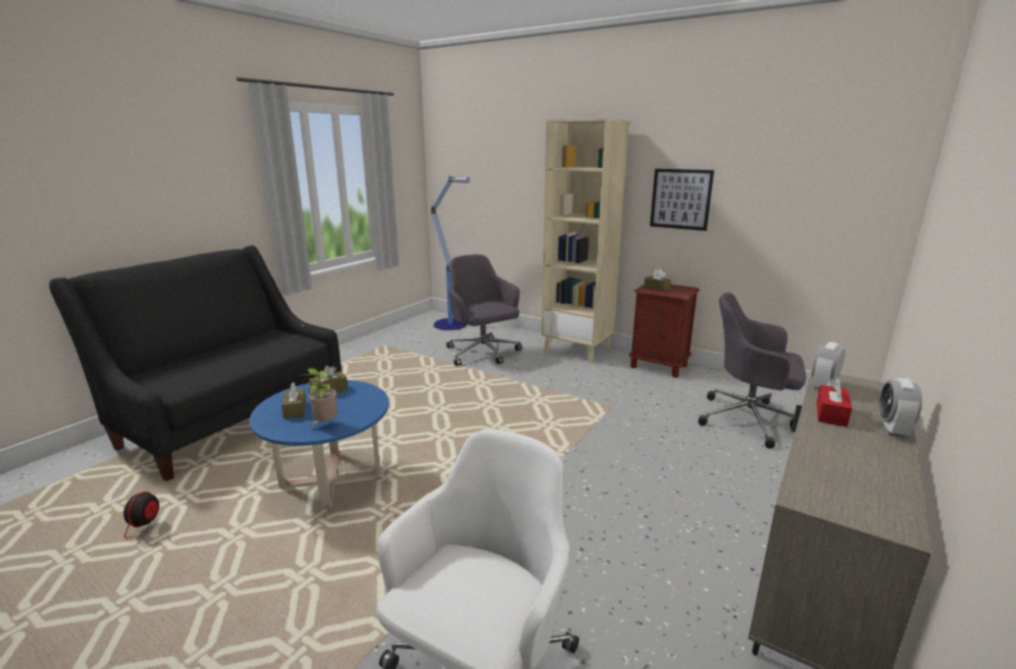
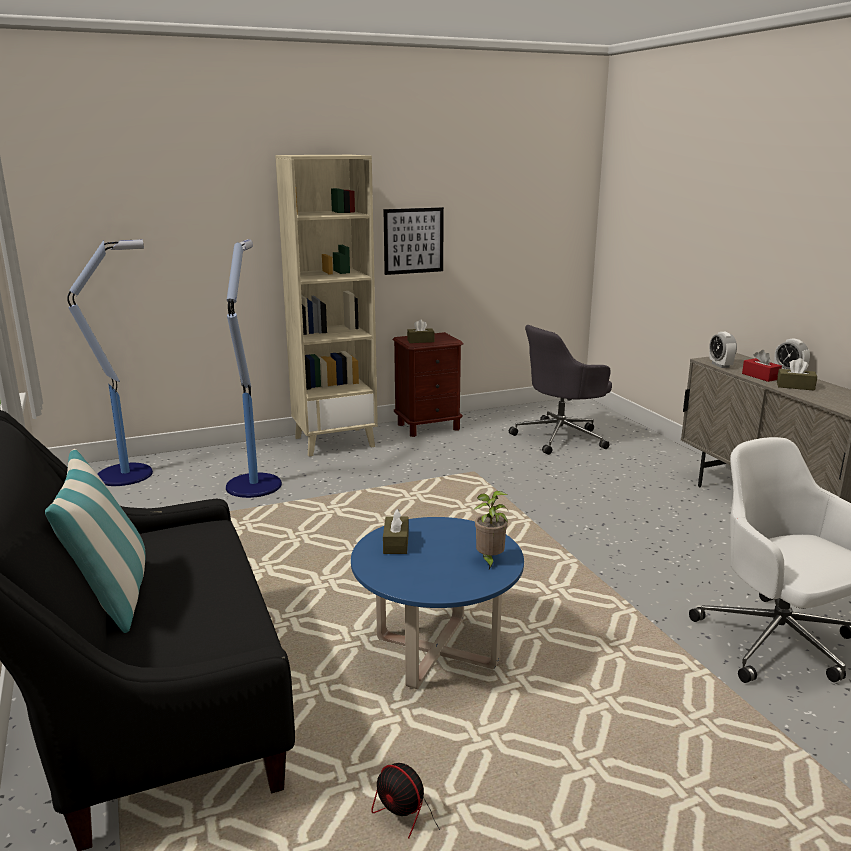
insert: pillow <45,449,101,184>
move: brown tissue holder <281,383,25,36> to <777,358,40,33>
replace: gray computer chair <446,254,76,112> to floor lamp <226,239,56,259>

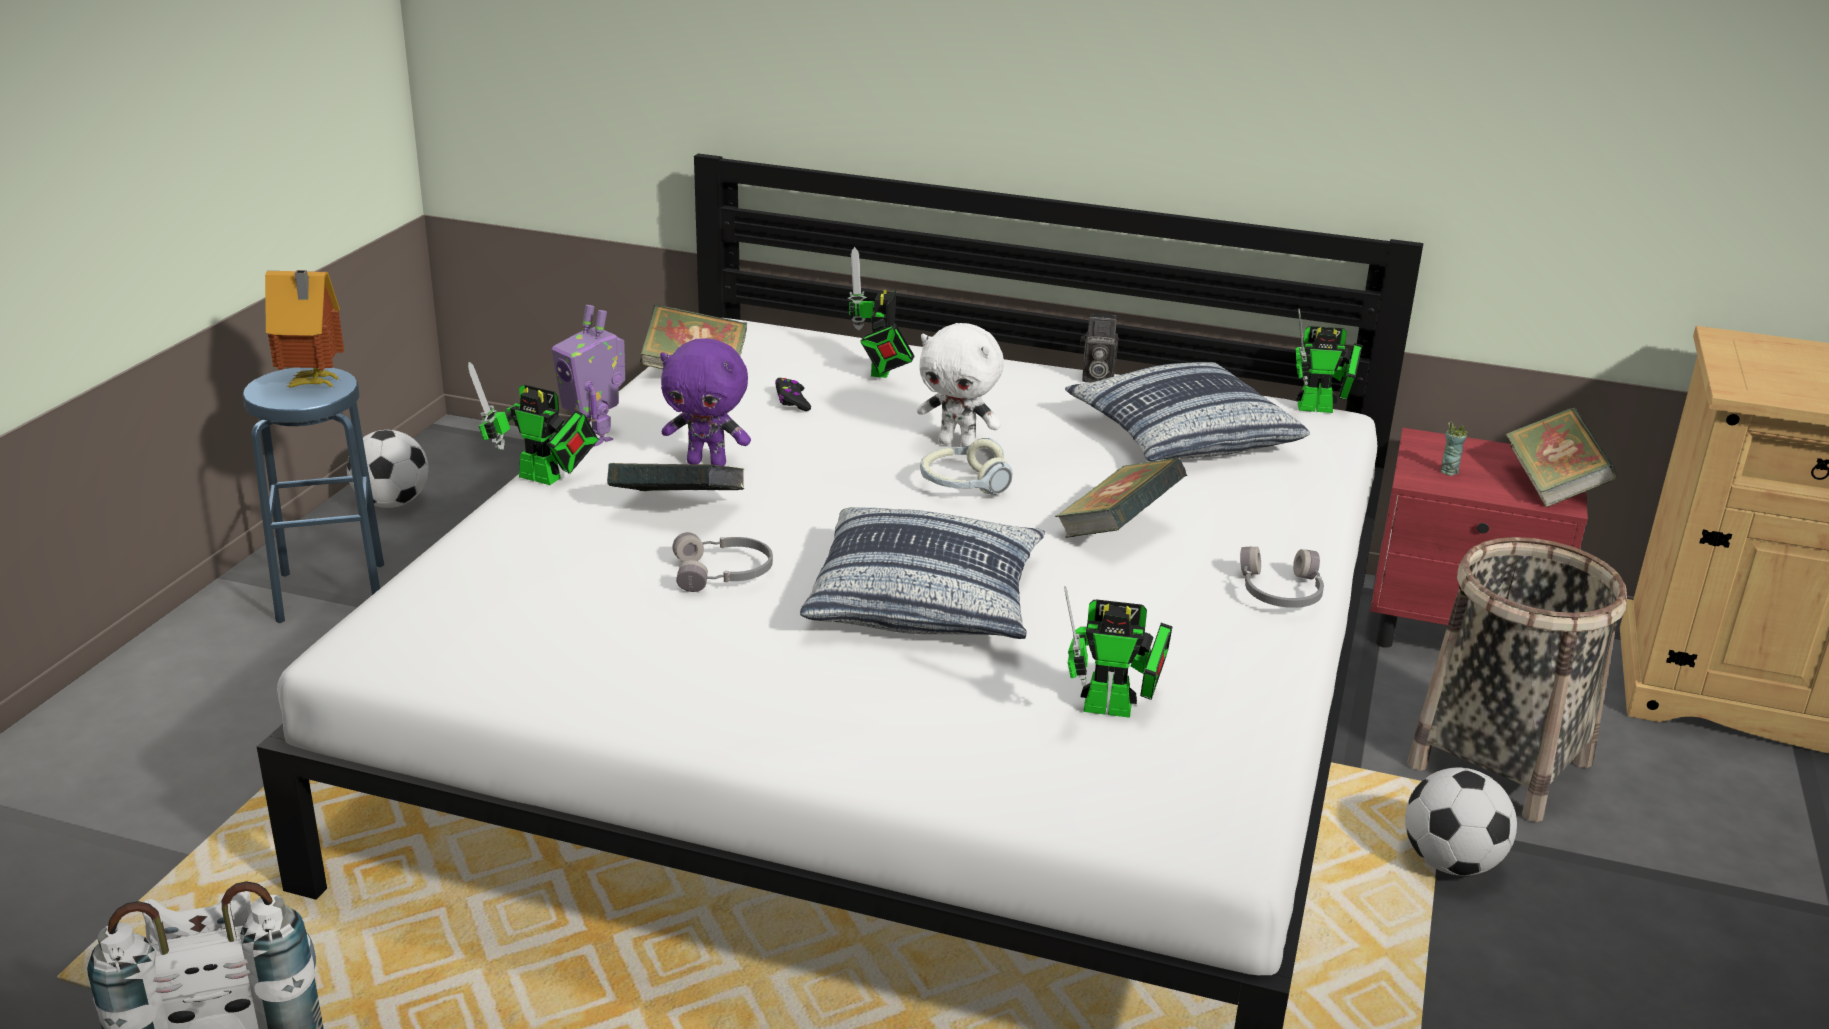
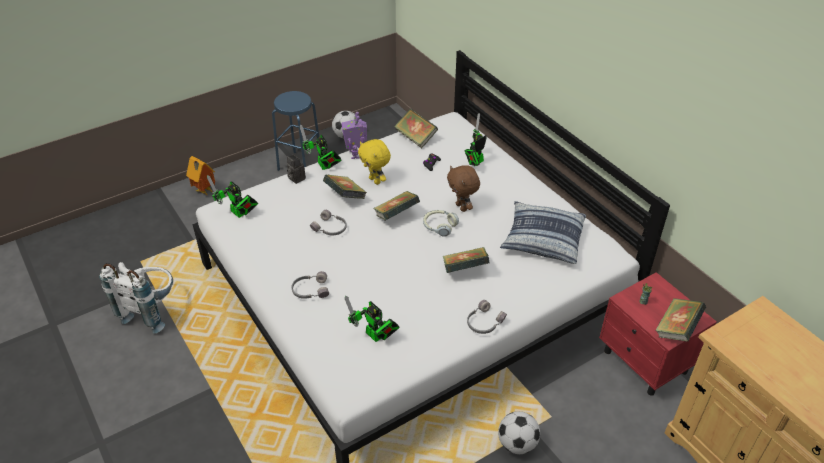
delete: pillow <800,507,245,132>; household basket <1407,537,220,285>
insert: volume <373,191,47,30>; gray headset <291,271,38,28>
move: miniature house <265,270,79,118> to <186,156,29,40>; robot figure <1296,308,67,105> to <207,175,51,43>; photo camera <1080,313,39,70> to <287,154,19,30>
recolor: whitish cuddly toy <917,323,87,124> to brown cuddly toy <447,165,33,47>; purple cuddly toy <660,338,91,128> to yellow cuddly toy <358,139,33,46>

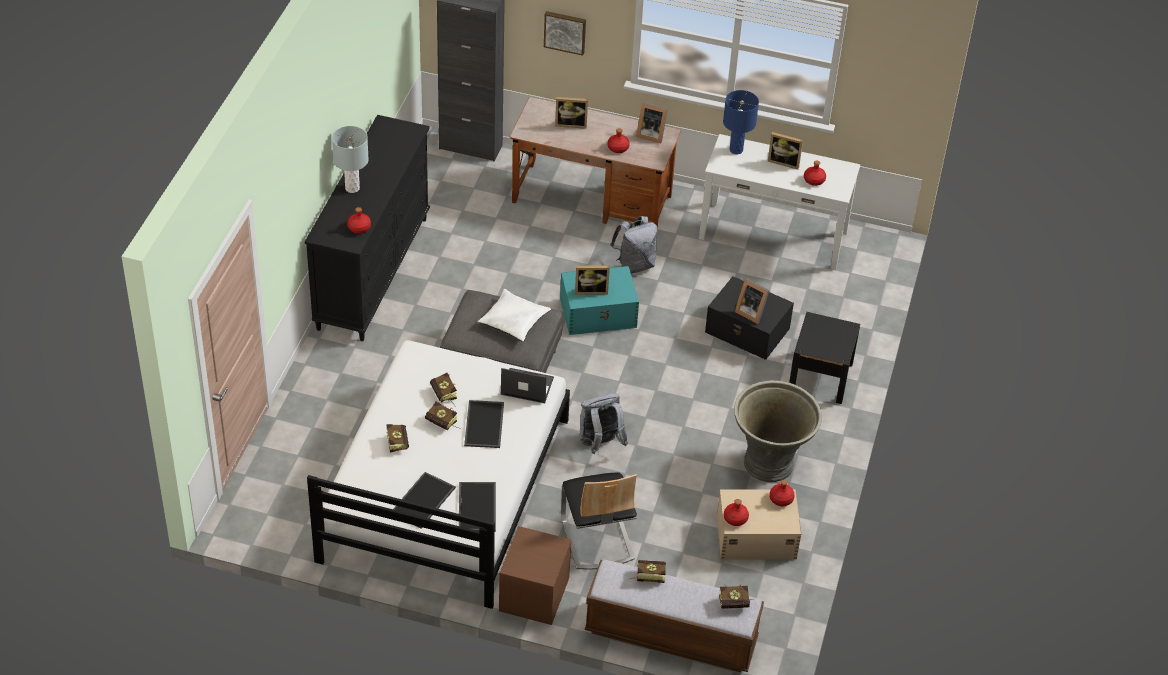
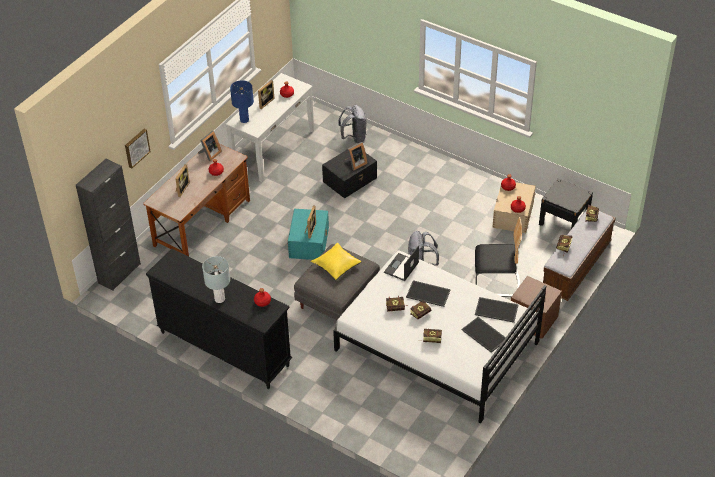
delete: gray planter <734,380,88,102>
move: gray rucksack <610,216,48,58> to <338,105,28,38>; black-coloured night table <789,312,71,92> to <539,178,54,51>
recolor: whitish pillow <478,289,73,53> to yellow pillow <311,242,51,38>

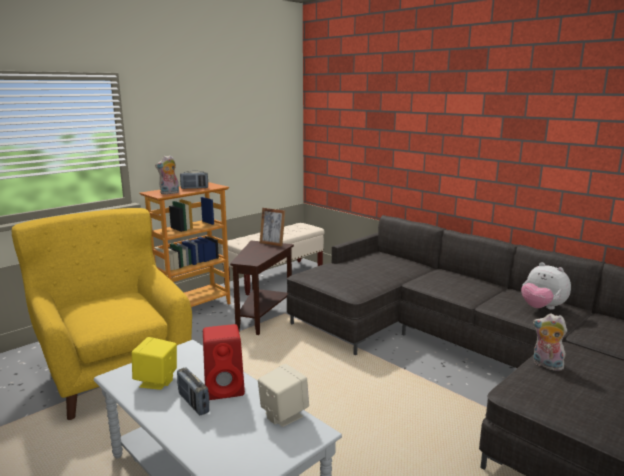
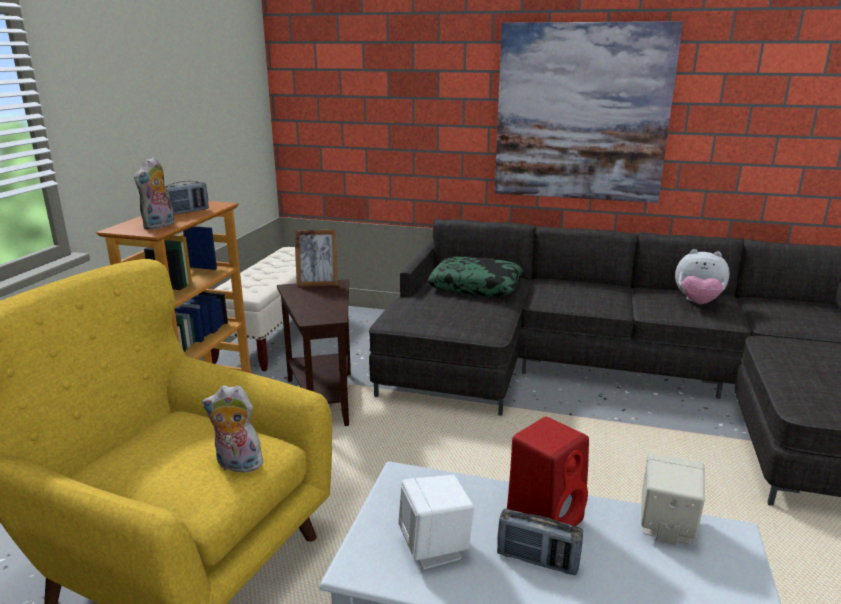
insert: wall art <495,21,188,182>; pillow <428,256,96,40>
move: cuddly toy <533,313,34,58> to <202,385,61,88>
recolor: yellow speaker <132,337,45,53> to whitish speaker <398,475,76,94>

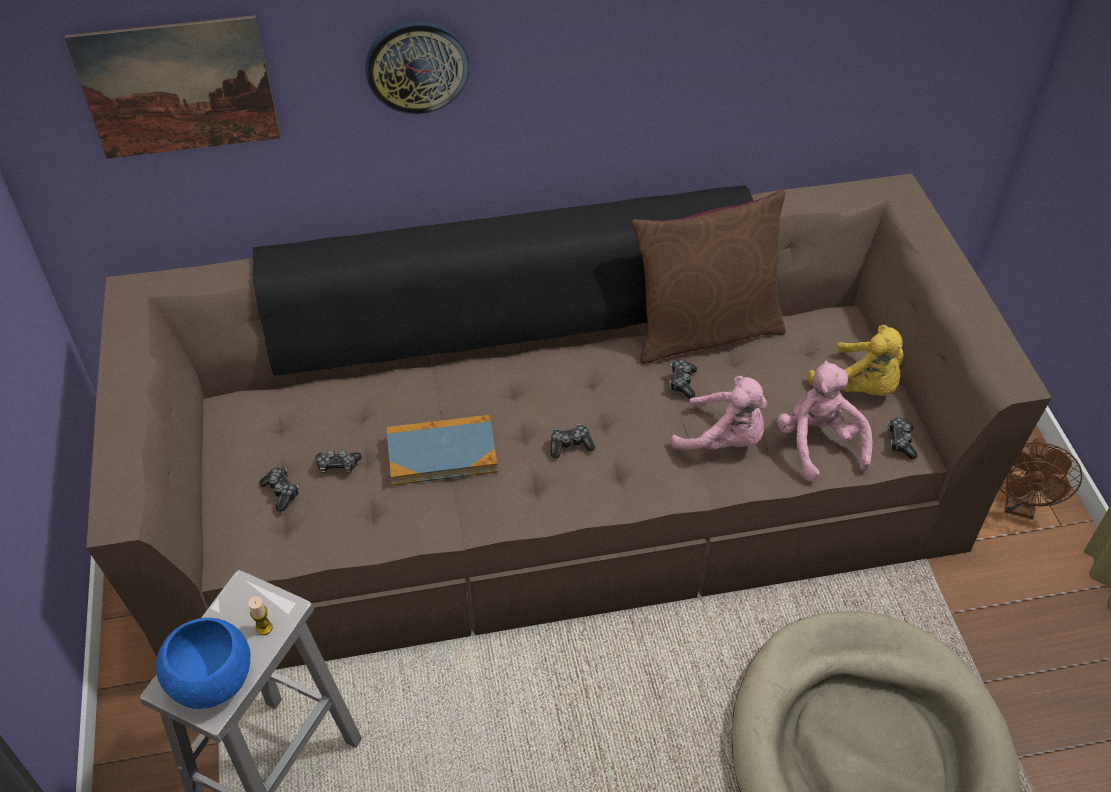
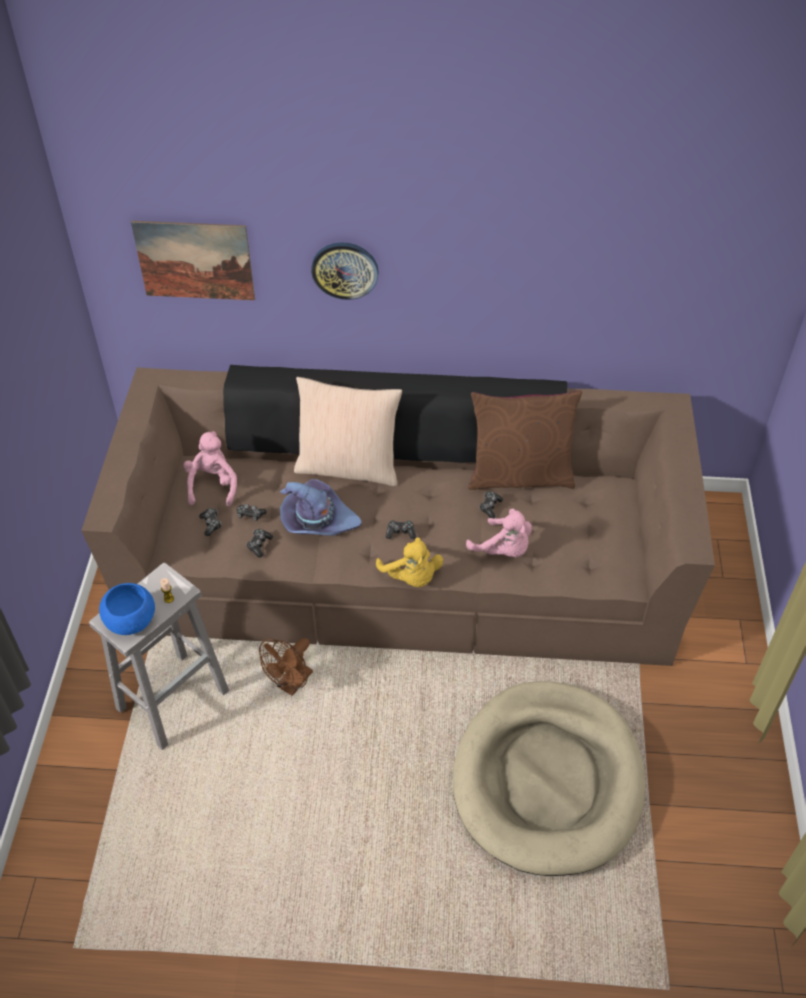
insert: sand-coloured pillow <294,377,108,109>
move: yellow cuddly toy <808,325,96,71> to <376,537,67,50>; pink cuddly toy <777,361,96,121> to <183,431,54,76>; joypad <888,417,30,42> to <246,529,27,28>; brown fan <1000,438,82,81> to <259,638,54,58>
replace: volume <386,415,112,70> to purple wearable hat <280,479,82,57>

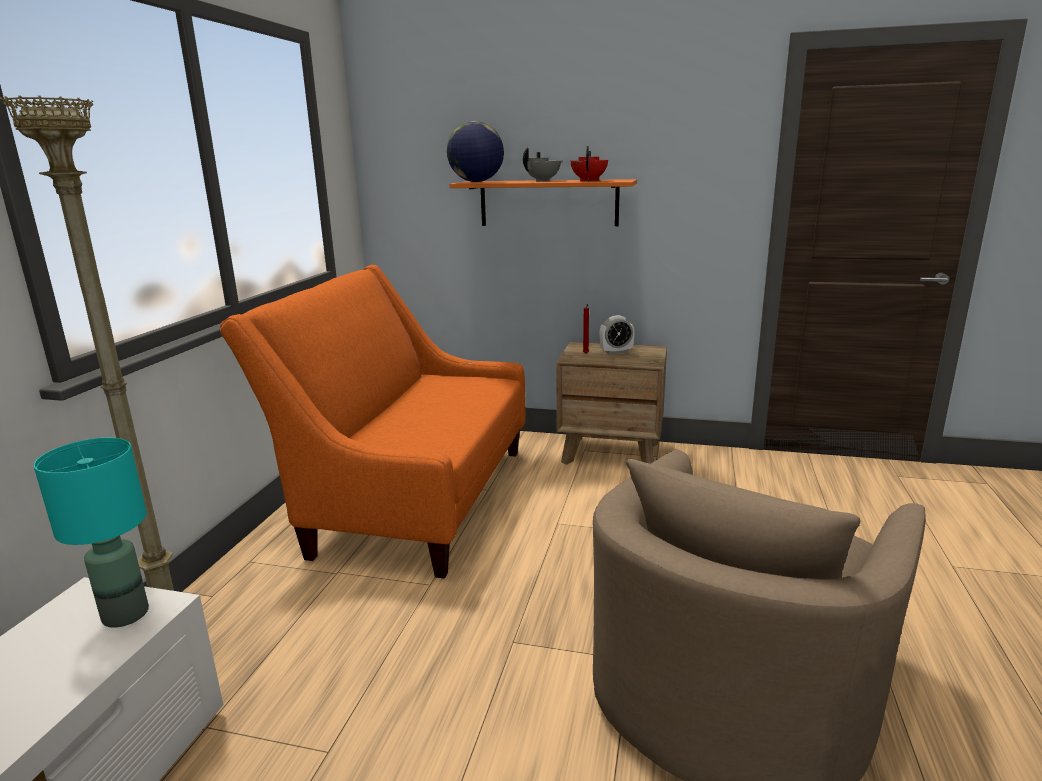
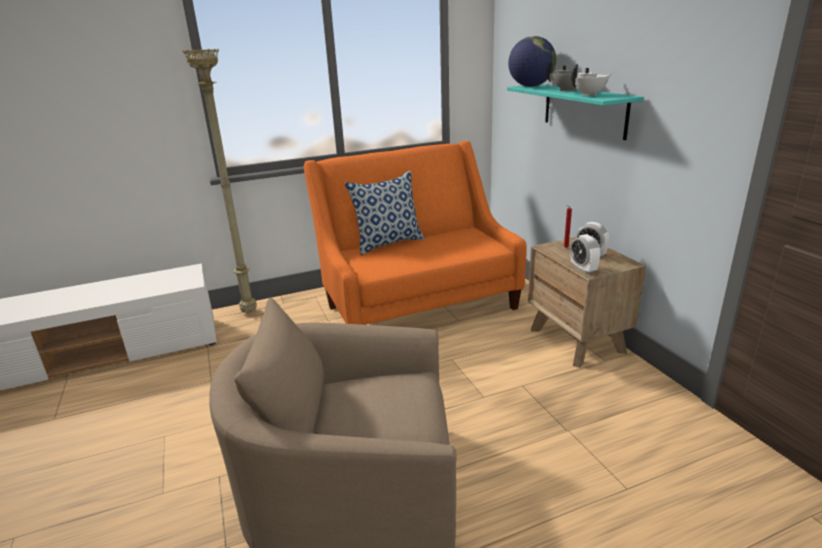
delete: blue-green table lamp <34,438,115,190>
insert: pillow <345,170,80,85>; table clock <571,234,30,40>
recolor: red pot for tea <571,146,37,35> to whitish pot for tea <571,64,40,32>; orangey bracket shelf <450,179,187,47> to blue-green bracket shelf <507,84,137,56>

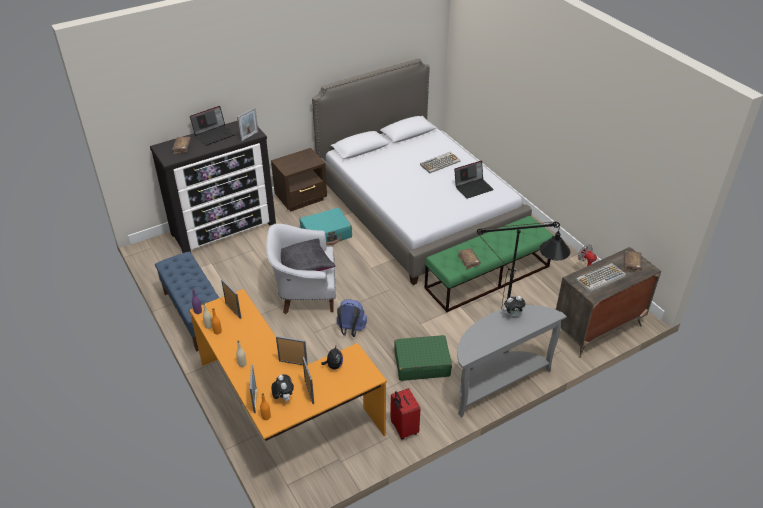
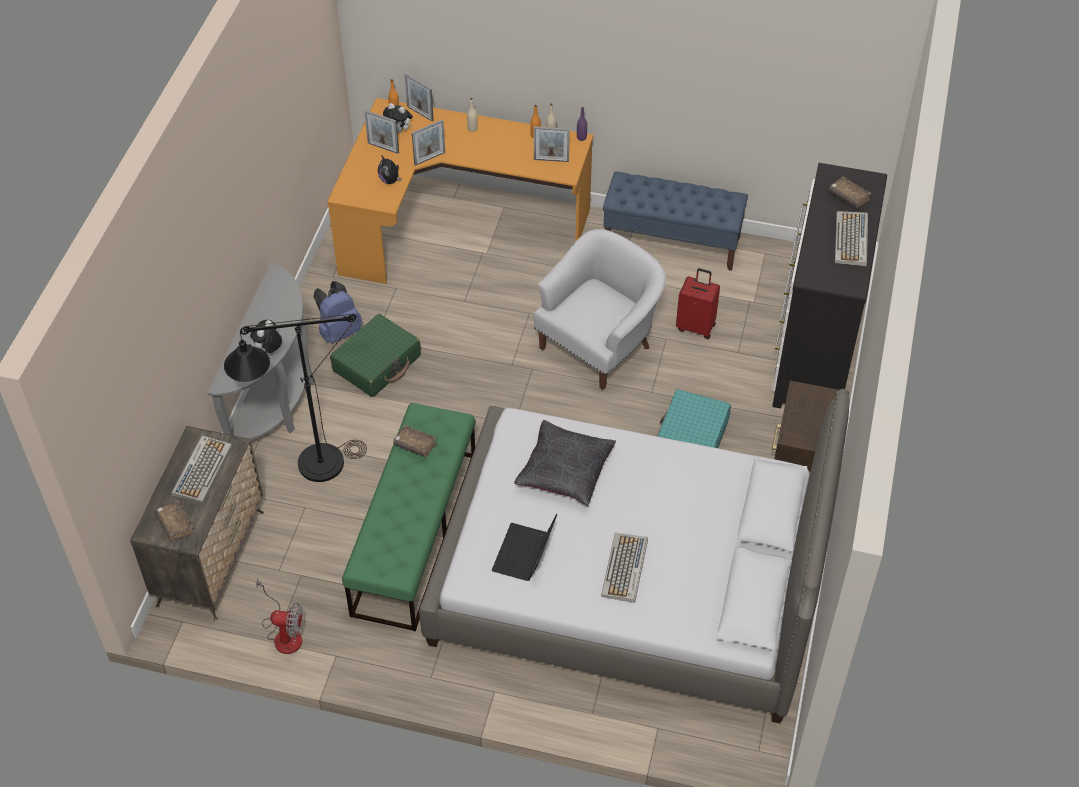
delete: photo frame <237,108,21,34>
move: black-coloured pillow <281,238,55,43> to <514,420,102,86>; bluish rucksack <337,299,30,38> to <314,281,48,63>; red piece of luggage <390,388,30,52> to <676,268,44,71>
replace: laptop <190,106,45,40> to PC keyboard <835,211,33,55>

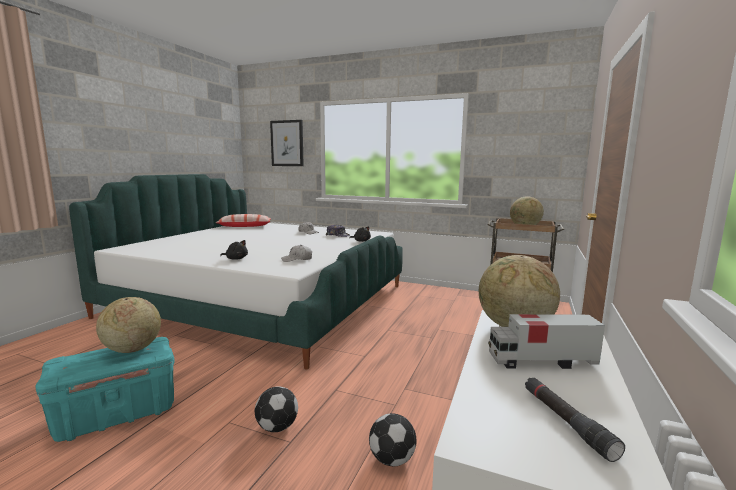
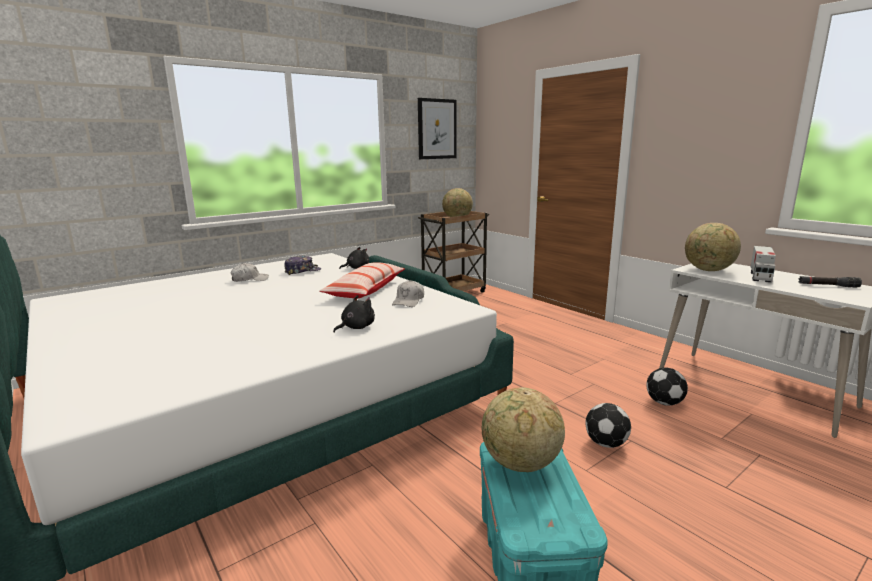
move: wall art <270,120,34,46> to <418,98,39,61>; pillow <216,214,55,13> to <319,262,86,36>

